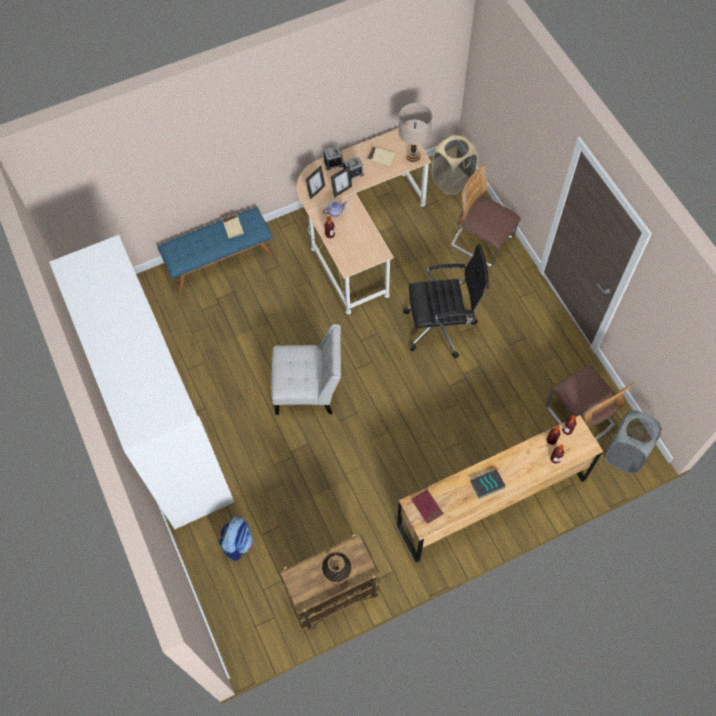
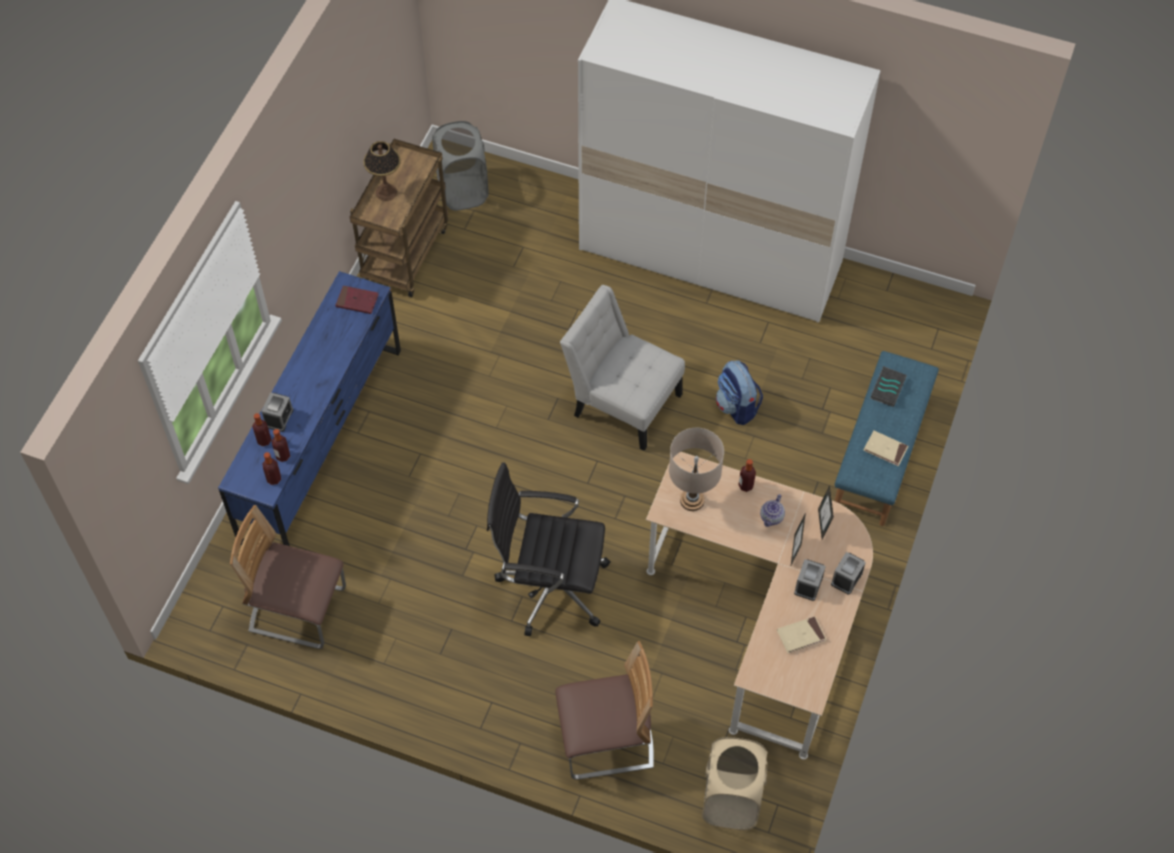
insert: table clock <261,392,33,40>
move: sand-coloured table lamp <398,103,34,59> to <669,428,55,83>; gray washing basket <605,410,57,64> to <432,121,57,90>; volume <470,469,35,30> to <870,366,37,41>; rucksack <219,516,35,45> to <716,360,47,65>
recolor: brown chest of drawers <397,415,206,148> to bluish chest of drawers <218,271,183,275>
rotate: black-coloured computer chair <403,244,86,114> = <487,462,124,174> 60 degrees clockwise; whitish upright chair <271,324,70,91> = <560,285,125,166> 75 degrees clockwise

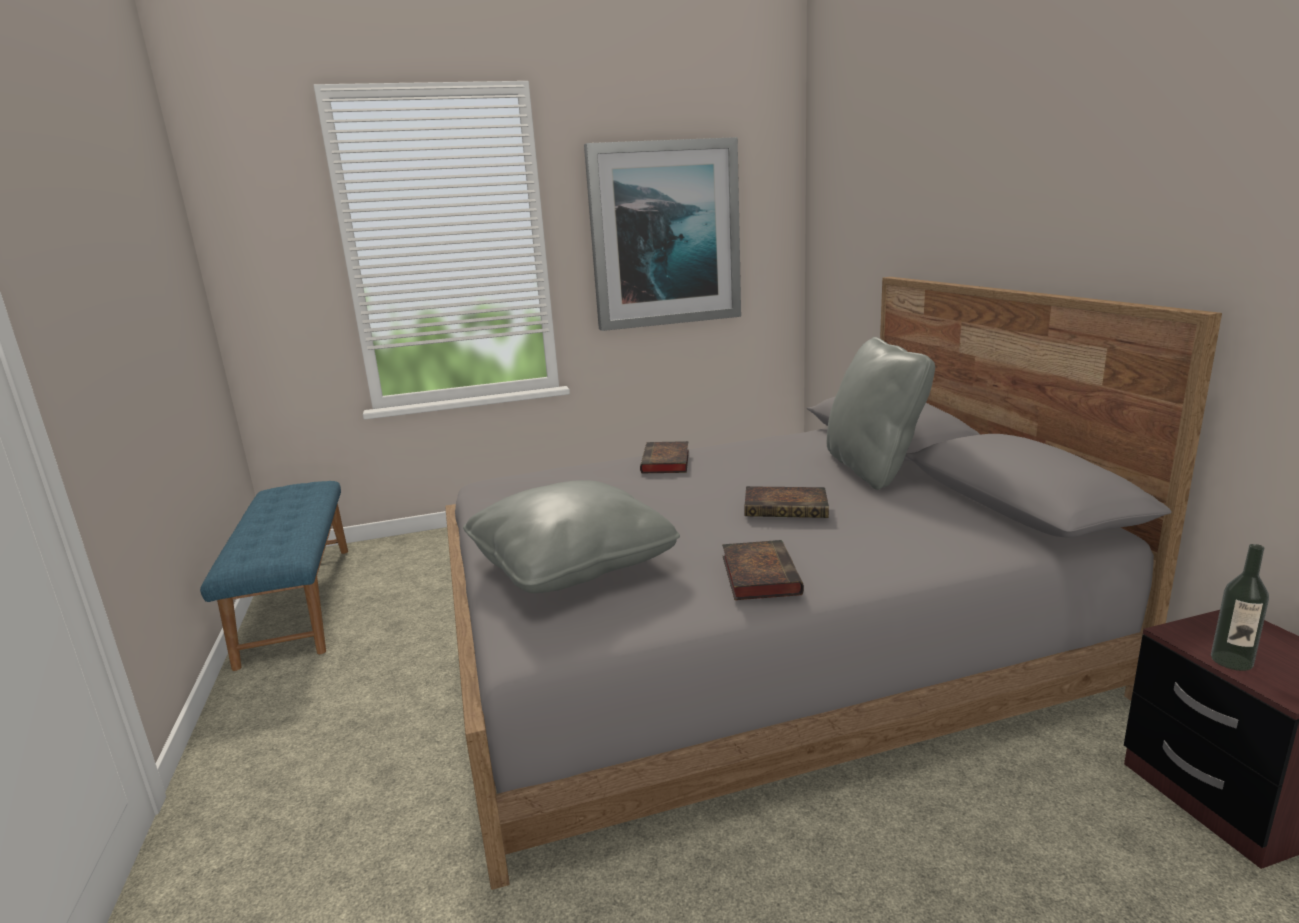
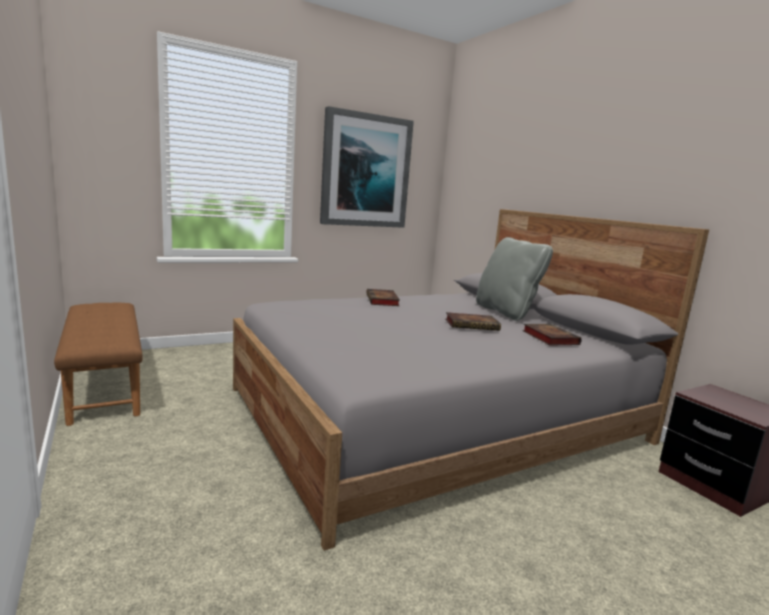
delete: gray pillow <463,480,217,113>; bottle <1211,544,58,127>
move: volume <722,540,82,60> to <523,324,59,22>
recolor: bluish bench <200,481,148,190> to brown bench <54,302,89,124>

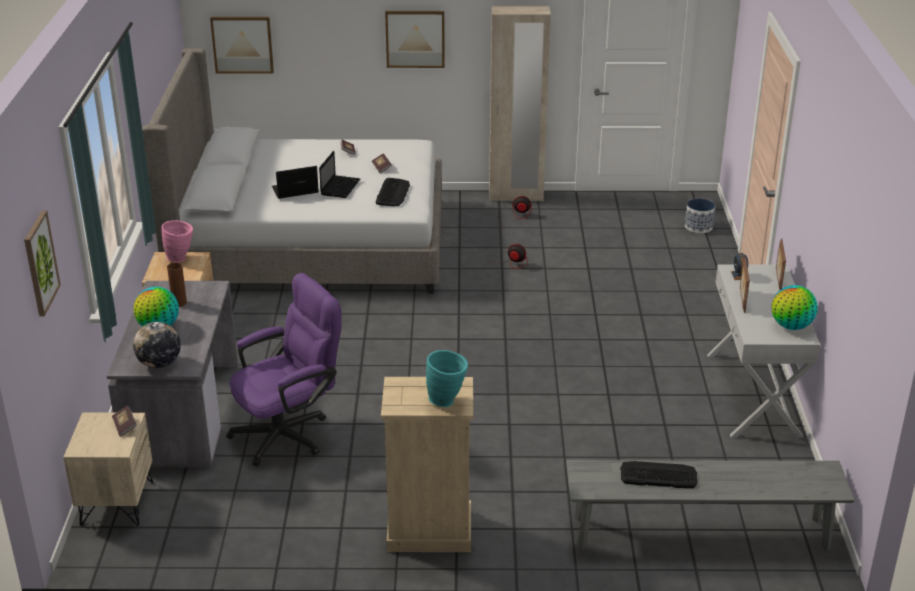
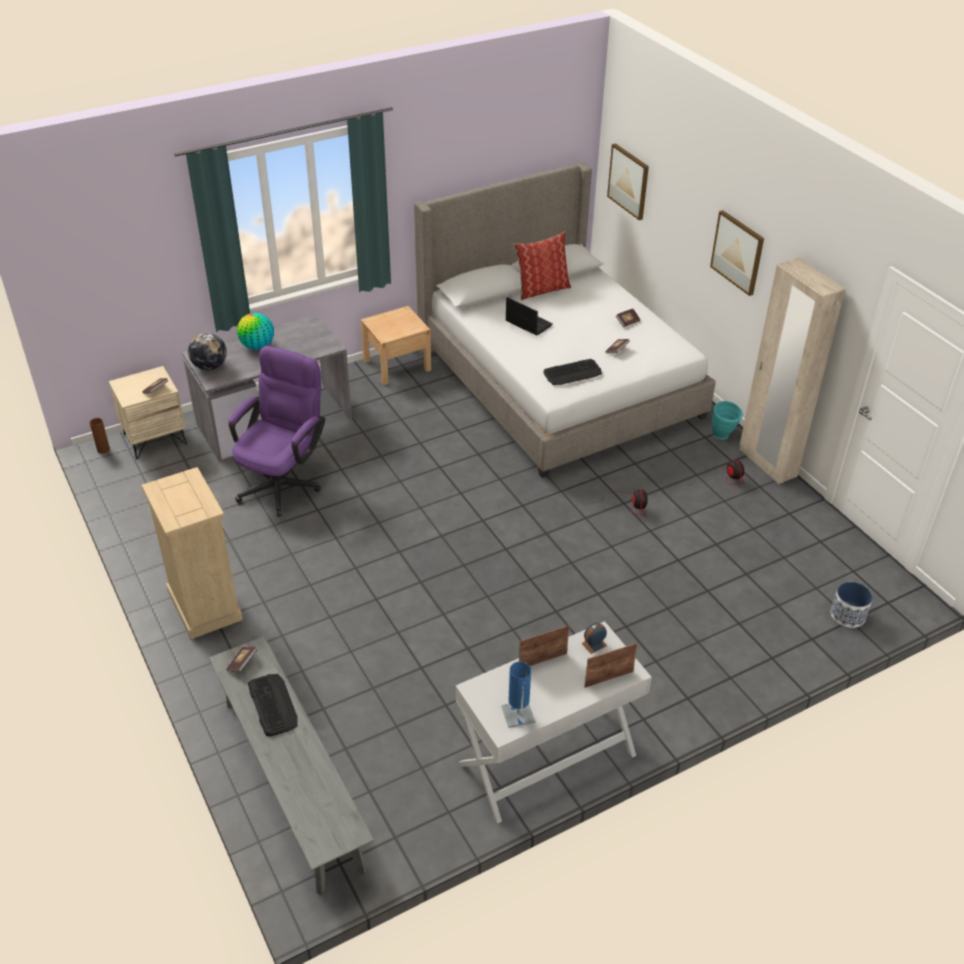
delete: laptop <319,151,41,47>; wall art <24,210,37,106>; pink vase <161,220,32,42>
insert: pillow <513,232,58,68>; volume <226,647,31,25>
move: brown vase <167,262,20,45> to <90,418,20,36>; blue-green vase <426,350,42,57> to <712,401,31,39>
replace: globe <772,285,46,45> to bluish table lamp <501,661,34,67>
rotate: purple computer chair <226,273,116,194> = <229,346,96,171> 90 degrees counterclockwise

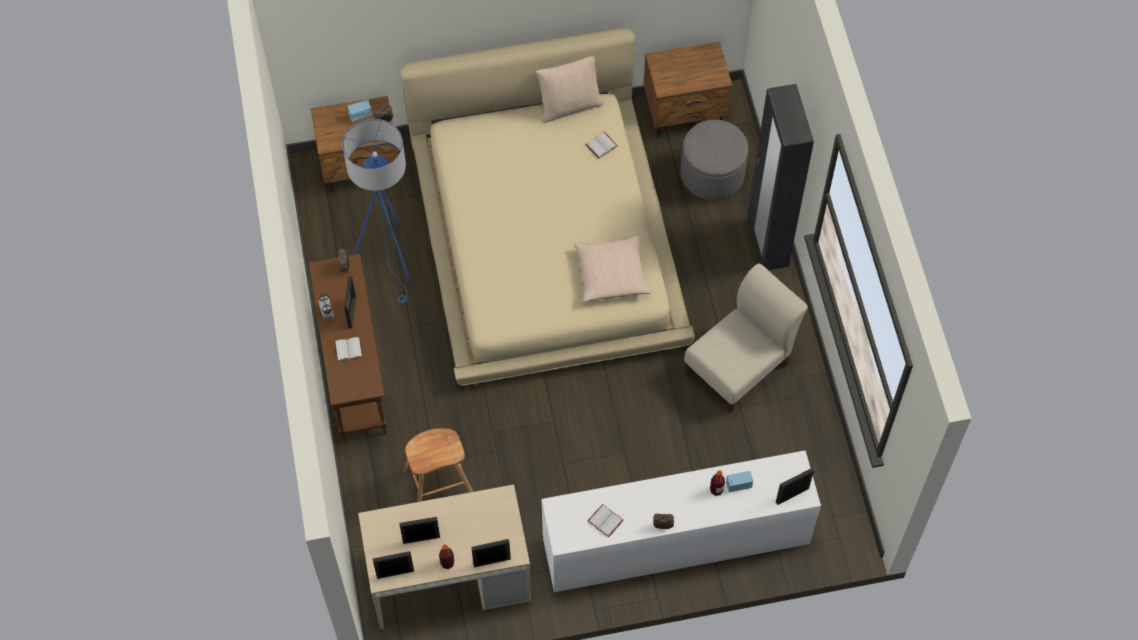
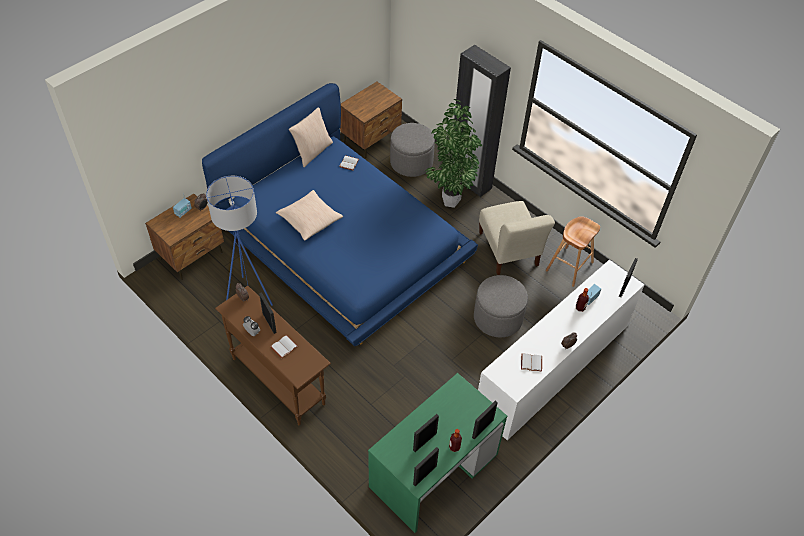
insert: houseplant <424,99,58,109>; gray pouffe <474,275,54,62>
move: sand-coloured pillow <574,236,77,66> to <276,190,67,50>; brown sitting stool <404,428,69,74> to <546,216,54,71>
recolor: sand-coloured bed <401,28,294,357> to bluish bed <202,83,276,263>; sand-coloured desk unit <358,485,173,144> to green-coloured desk unit <368,373,139,160>
rotate: sand-coloured upright chair <684,264,124,149> = <479,201,76,74> 150 degrees clockwise

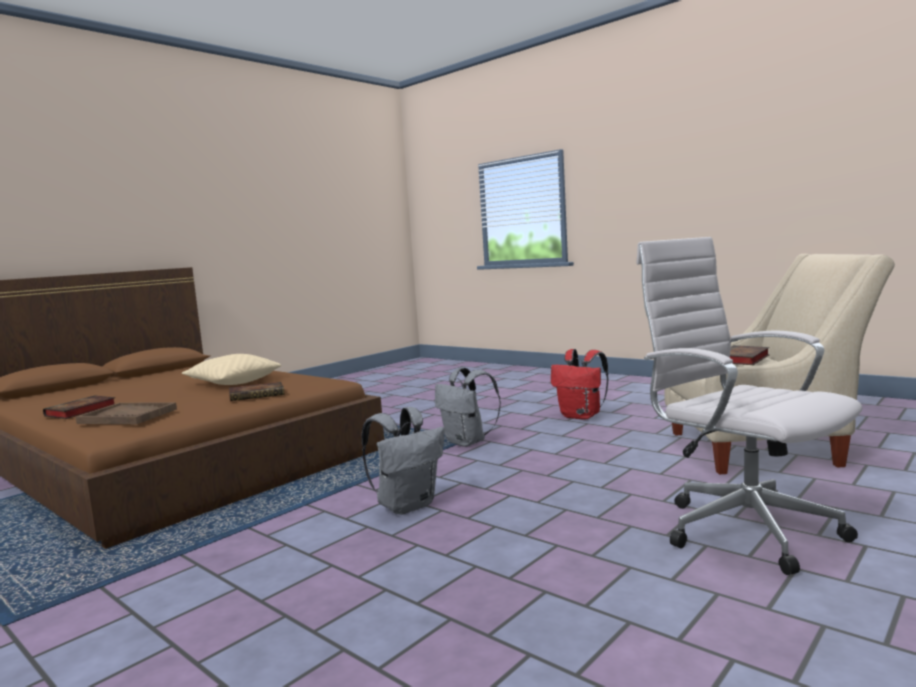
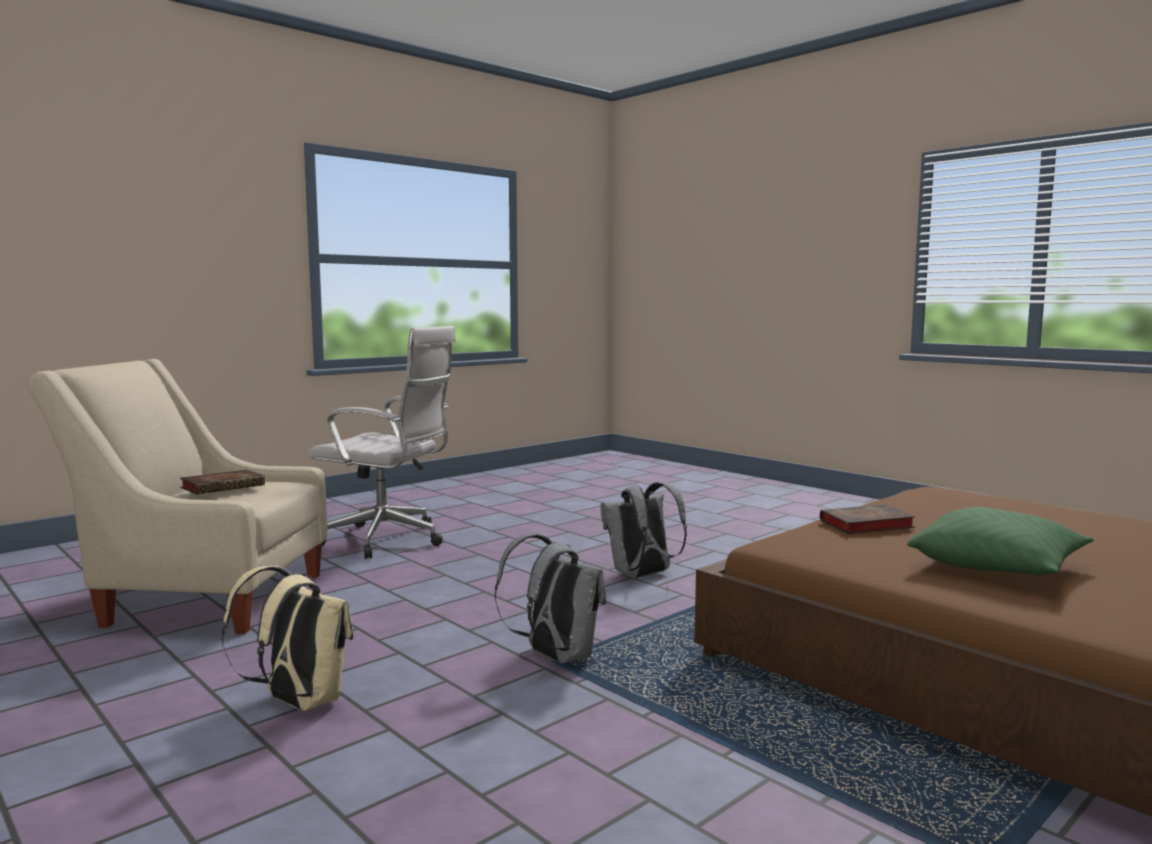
delete: volume <43,395,72,24>; brown tray <76,403,101,21>
recolor: red rucksack <551,349,57,71> to sand-coloured rucksack <222,566,131,145>; sand-coloured pillow <182,354,99,31> to green-coloured pillow <907,507,187,69>
rotate: whitish computer chair <636,237,226,338> = <307,326,149,233> 45 degrees counterclockwise

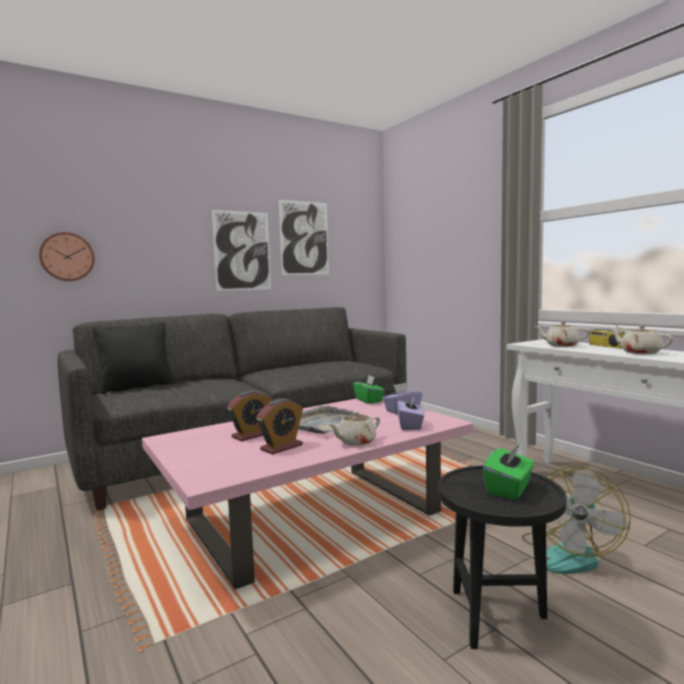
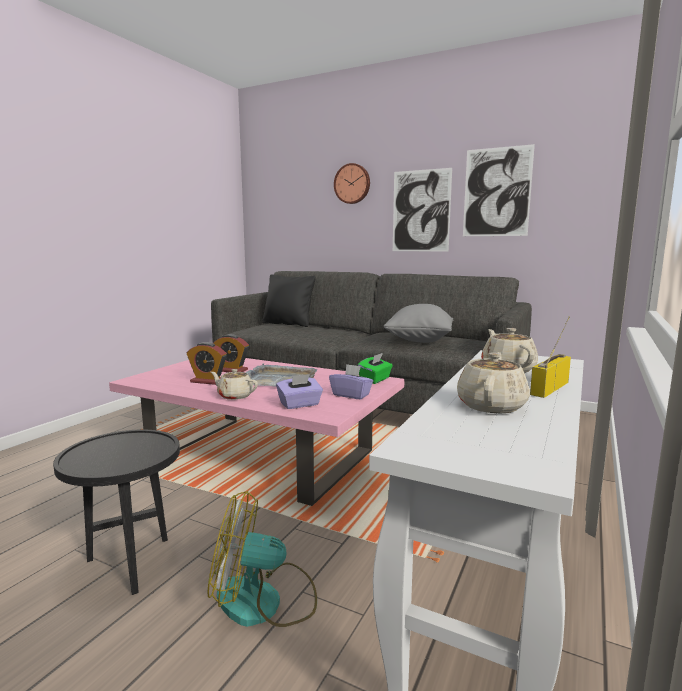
delete: green-coloured tissue holder <483,444,51,56>
insert: gray pillow <384,304,69,39>
move: wall clock <39,232,56,49> to <334,163,36,41>

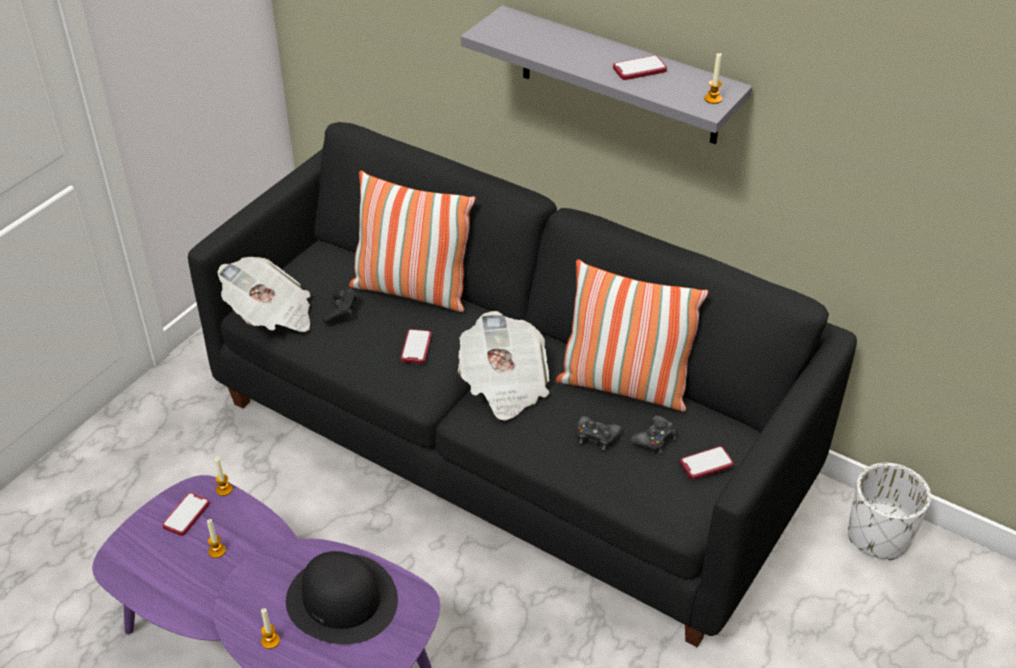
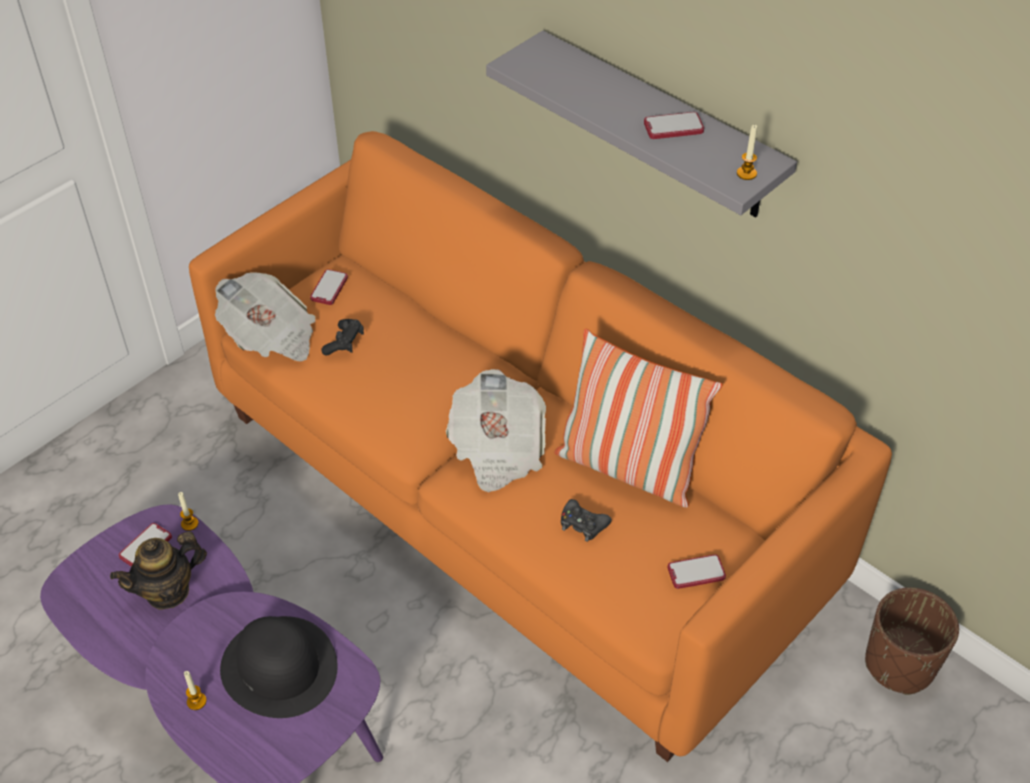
delete: pillow <349,170,127,142>; black-coloured joypad <630,416,46,38>
move: phone <401,329,30,35> to <310,269,38,36>
replace: candle <207,519,19,39> to pot for tea <110,531,97,79>
recolor: black-coloured sofa <188,122,669,525> to orangey sofa <189,131,703,631>; whitish planter <848,463,83,97> to brown planter <865,587,94,108>

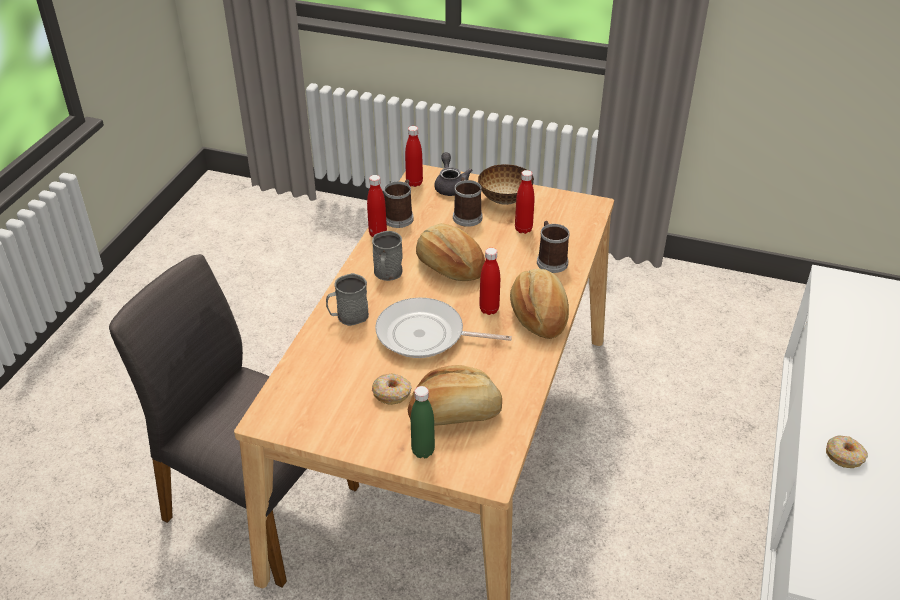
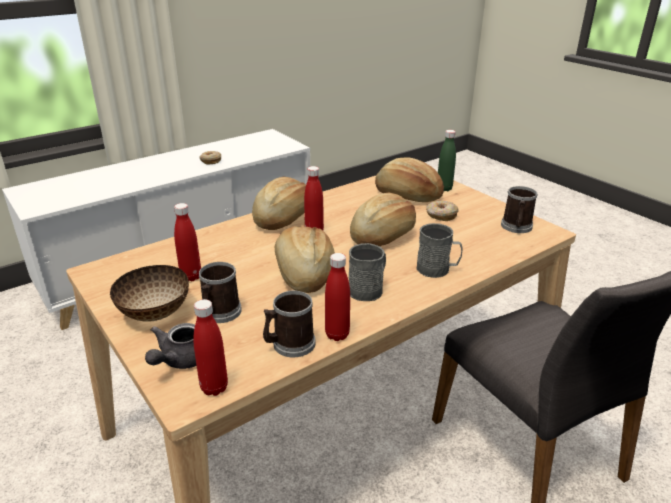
move: tea mug <537,221,33,52> to <501,186,37,47>
replace: pan <375,298,137,60> to bread <350,193,66,53>

